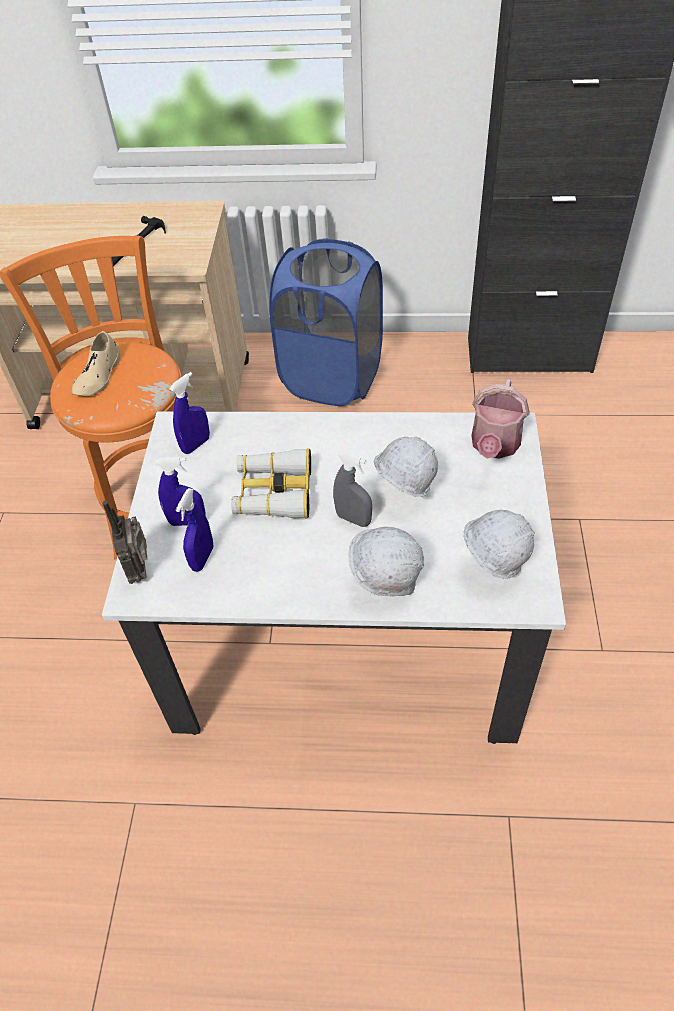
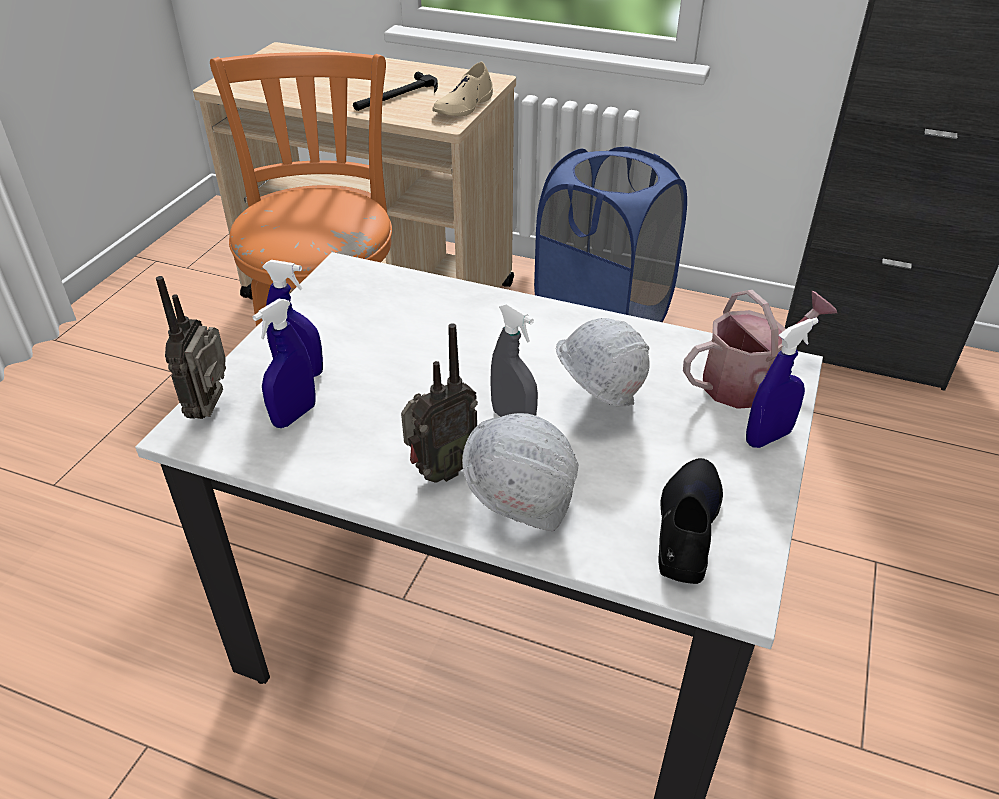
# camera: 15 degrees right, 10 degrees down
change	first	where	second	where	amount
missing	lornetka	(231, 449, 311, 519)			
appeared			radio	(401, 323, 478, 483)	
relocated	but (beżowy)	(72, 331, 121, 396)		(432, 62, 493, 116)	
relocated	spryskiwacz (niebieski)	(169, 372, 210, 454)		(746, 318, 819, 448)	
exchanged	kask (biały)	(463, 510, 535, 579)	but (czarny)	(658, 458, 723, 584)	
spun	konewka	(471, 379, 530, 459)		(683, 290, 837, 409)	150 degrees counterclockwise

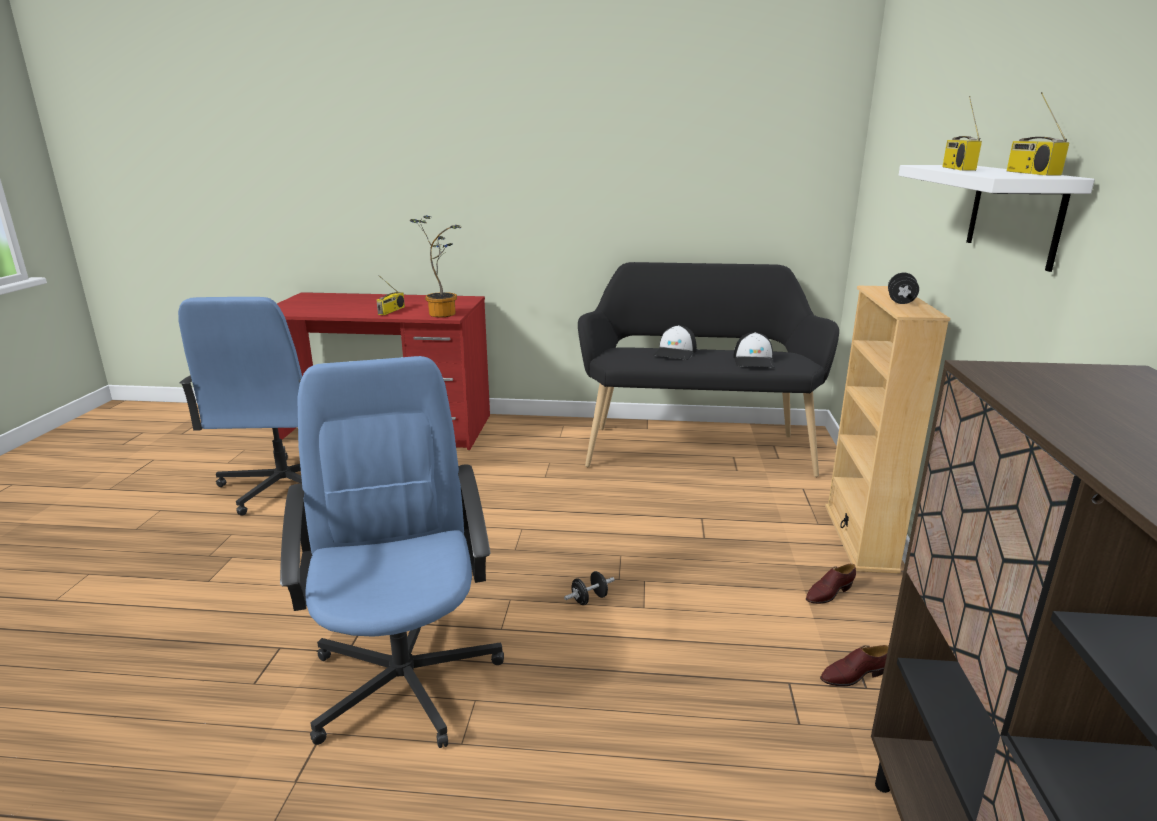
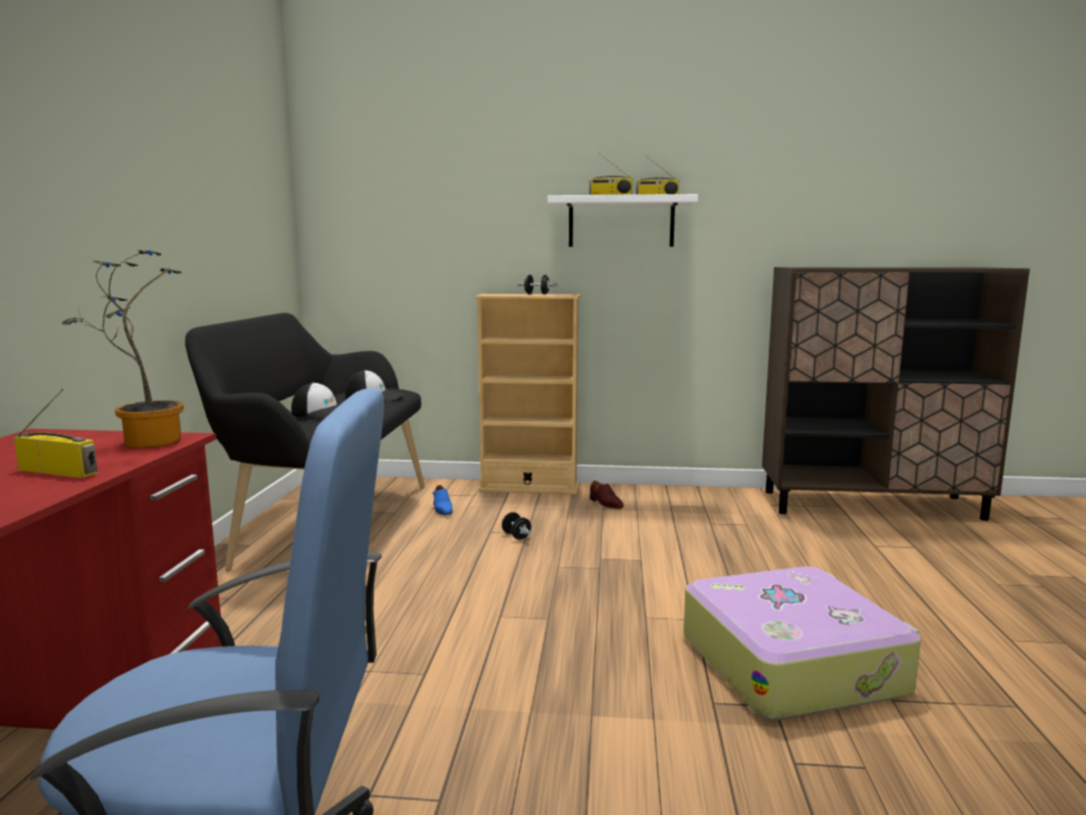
# camera: 90 degrees left, 10 degrees down
change	first	where	second	where	amount
missing	but (brązowy)	(820, 645, 889, 686)			
appeared			but (niebieski)	(433, 485, 453, 515)	
relocated	hantel (czarny)	(564, 571, 615, 605)		(502, 512, 531, 540)	
exchanged	krzesło biurowe (niebieski)	(280, 356, 504, 748)	walizka	(684, 566, 921, 720)	

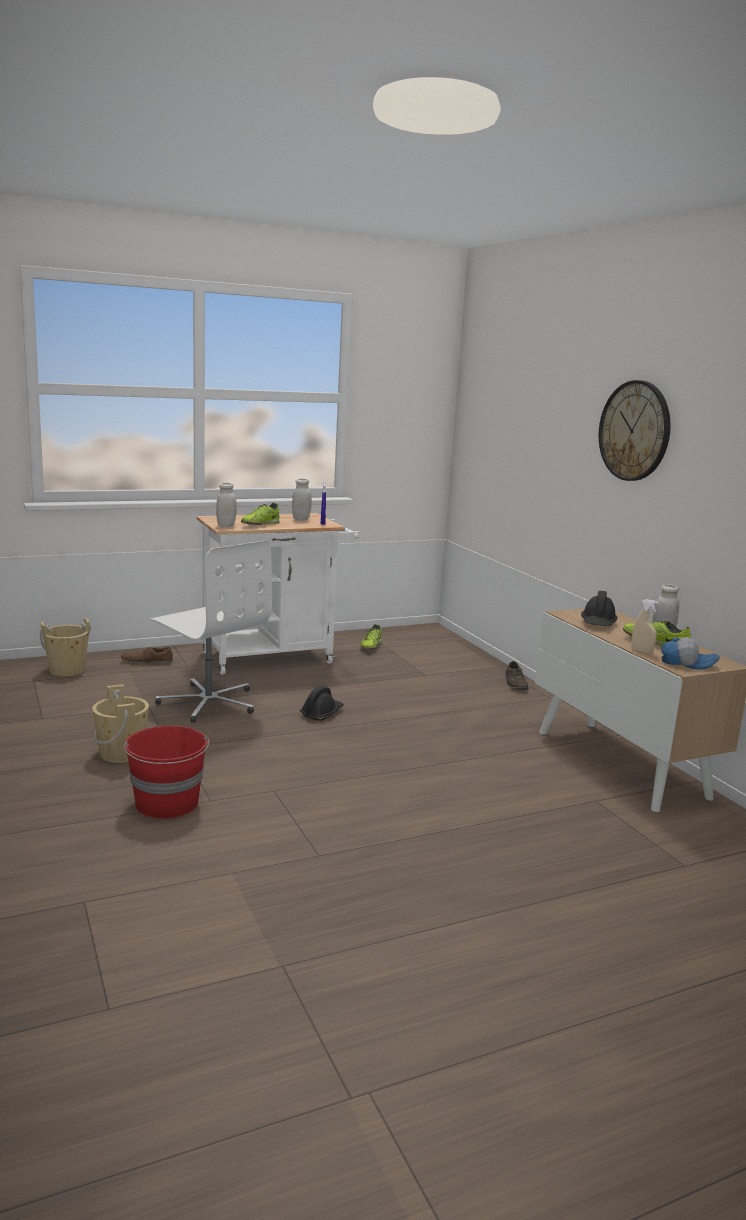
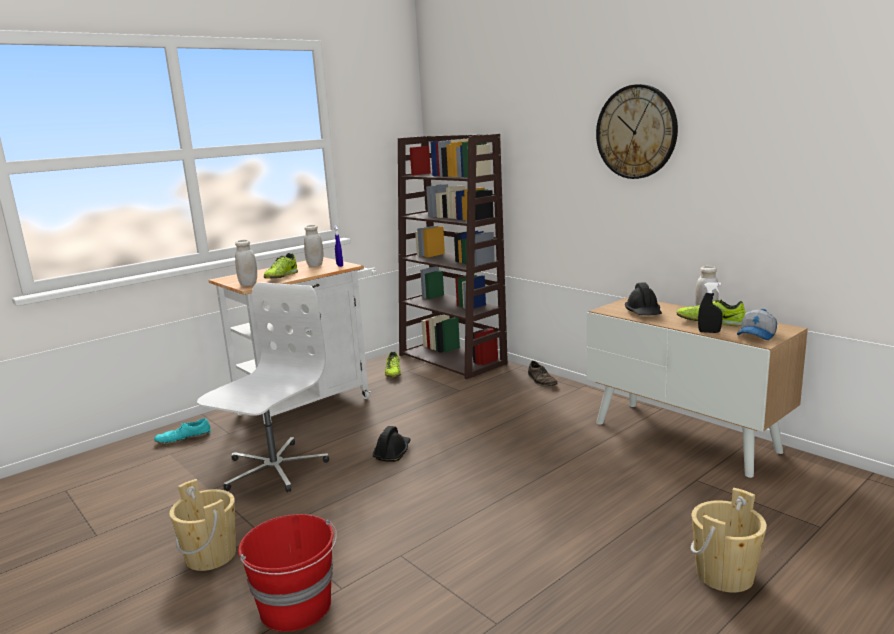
# camera: 15 degrees left, 0 degrees up
change	first	where	second	where	amount
appeared			regał (brązowy)	(398, 134, 508, 379)	
relocated	wiadro (beżowy)	(40, 618, 91, 676)		(691, 488, 767, 593)	
colour	but (brązowy)	(121, 646, 173, 664)	but (turkusowy)	(154, 418, 211, 444)	
colour	spryskiwacz (beżowy)	(632, 599, 659, 654)	spryskiwacz (czarny)	(698, 282, 723, 333)	
spun	krzesło biurowe (biały)	(150, 540, 272, 723)		(197, 282, 329, 492)	90 degrees counterclockwise
spun	czapka z daszkiem	(661, 637, 720, 670)		(737, 309, 777, 340)	135 degrees clockwise

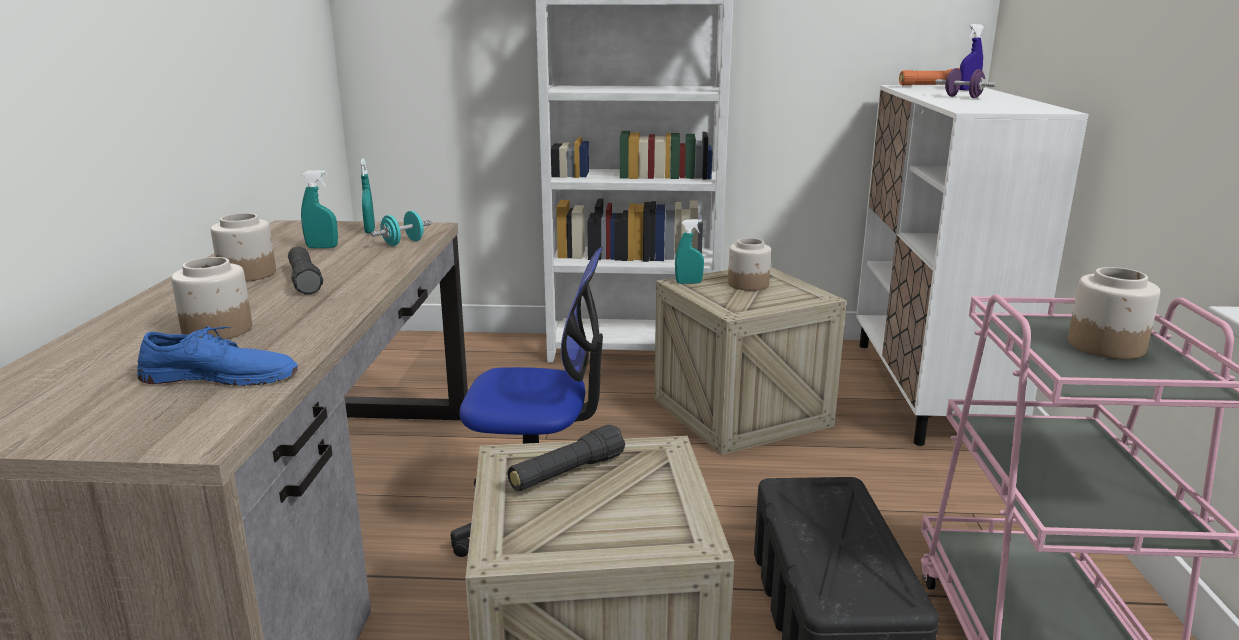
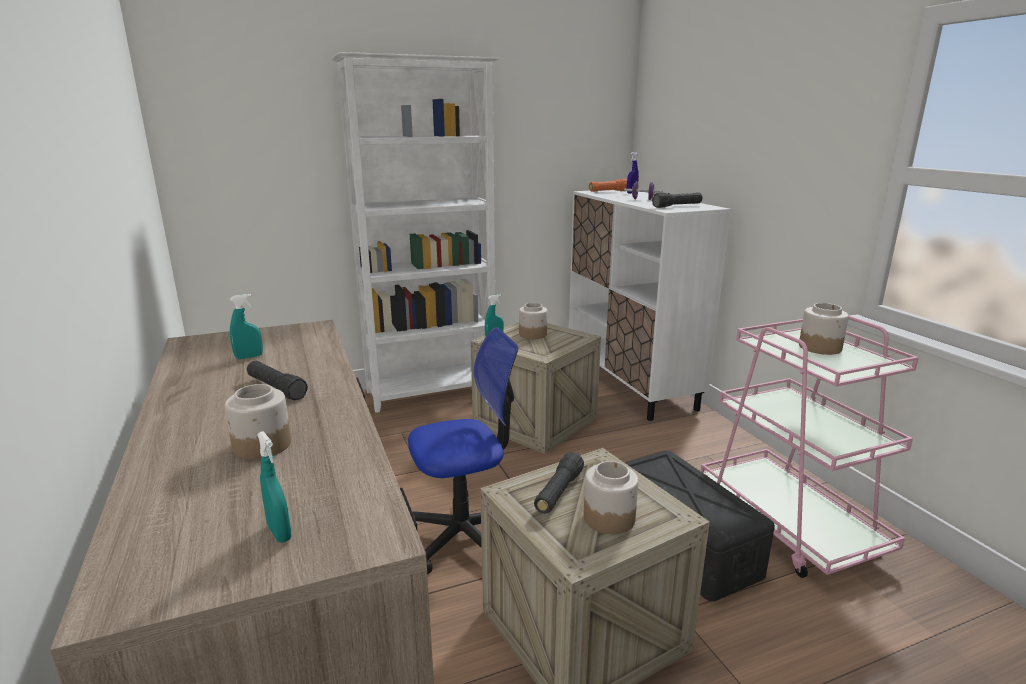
# camera: 25 degrees left, 0 degrees up
change	first	where	second	where	amount
missing	but (niebieski)	(137, 326, 298, 386)			
missing	hantel (turkusowy)	(371, 211, 431, 246)			
appeared			latarka (czarny)	(652, 192, 703, 208)	
relocated	słoik	(211, 213, 276, 282)		(584, 461, 639, 534)	
relocated	spryskiwacz (turkusowy)	(360, 158, 375, 234)		(257, 431, 292, 543)	

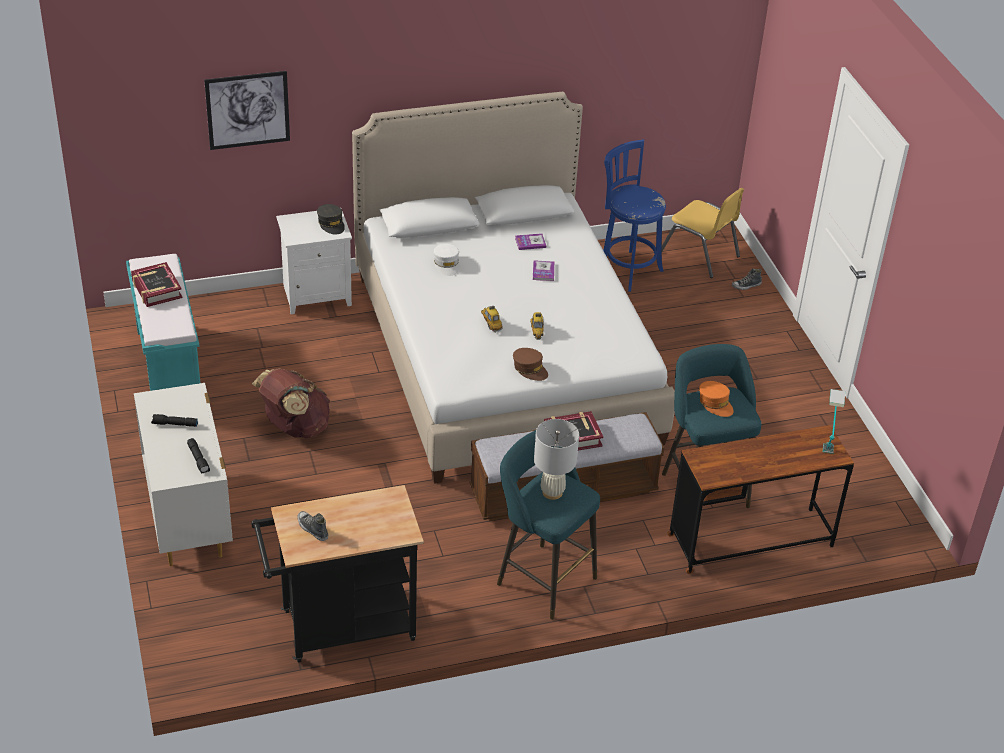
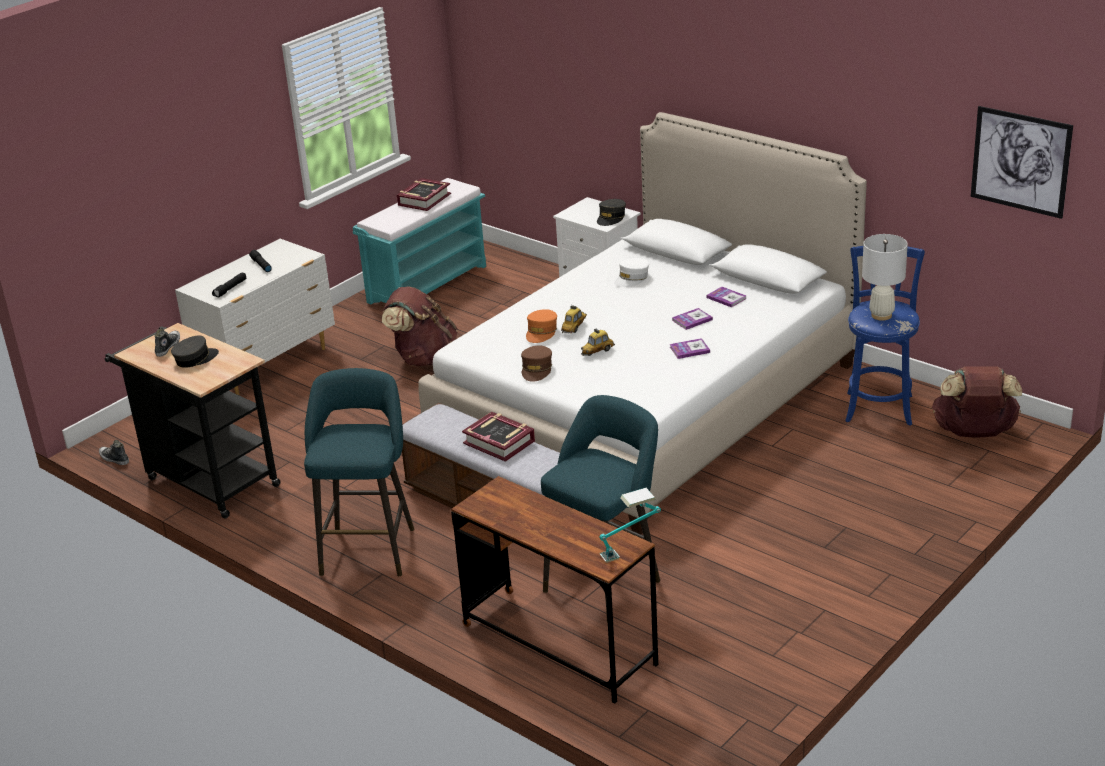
# camera: 60 degrees right, 10 degrees down
change	first	where	second	where	amount
appeared			czapka z daszkiem (szary)	(171, 336, 219, 368)	
appeared			książka	(670, 338, 710, 359)	
relocated	obraz	(204, 71, 290, 150)		(971, 106, 1073, 219)	
relocated	lampa stołowa (biały)	(534, 419, 579, 500)		(862, 234, 908, 321)	
relocated	czapka z daszkiem (pomarańczowy)	(699, 381, 734, 417)		(526, 309, 557, 343)	
relocated	but	(732, 268, 762, 290)		(99, 440, 129, 465)	
exchanged	krzesło (żółty)	(661, 188, 744, 278)	plecak (brązowy)	(932, 366, 1022, 438)	

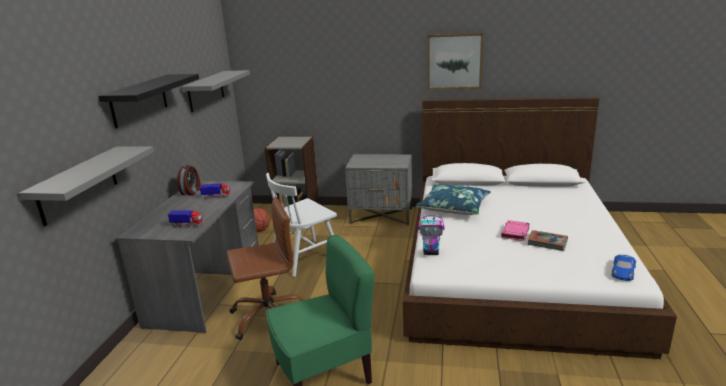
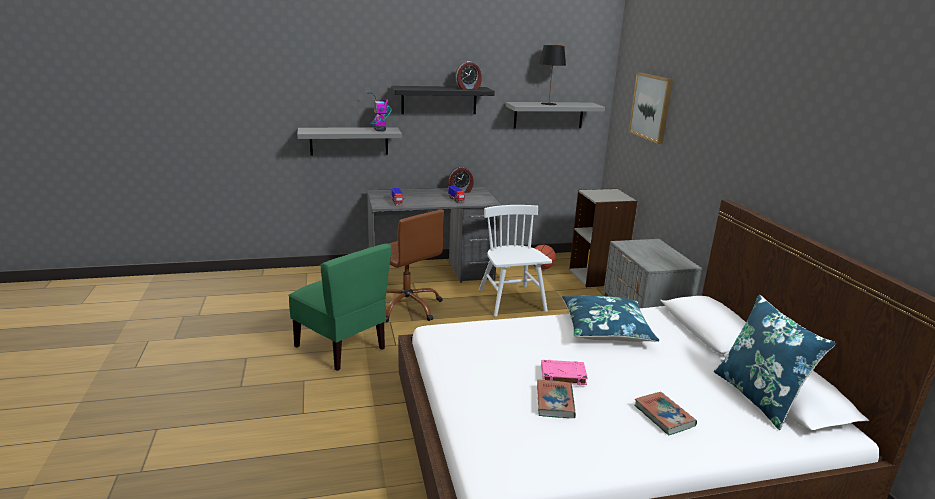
# camera: 65 degrees right, 0 degrees up
change	first	where	second	where	amount
missing	samochodzik (niebieski)	(611, 255, 636, 281)			
appeared			budzik	(455, 61, 482, 89)	
appeared			lampa stołowa (czarny)	(539, 45, 566, 105)	
appeared			książka	(634, 392, 697, 435)	
appeared			poduszka (niebieski)	(714, 295, 836, 430)	
relocated	robot zabawkowy	(418, 215, 445, 255)		(367, 91, 392, 131)	
relocated	obraz	(428, 33, 483, 90)		(629, 72, 673, 144)	
spun	krzesło (biały)	(266, 173, 337, 277)		(479, 205, 552, 317)	45 degrees clockwise

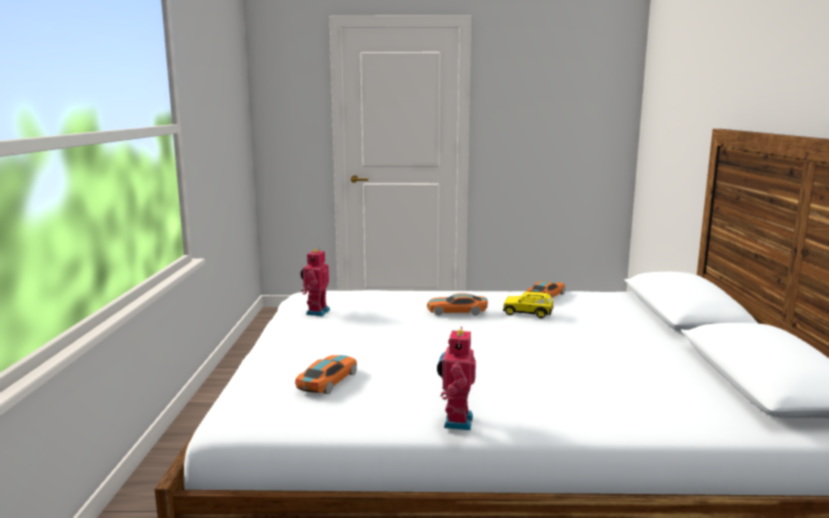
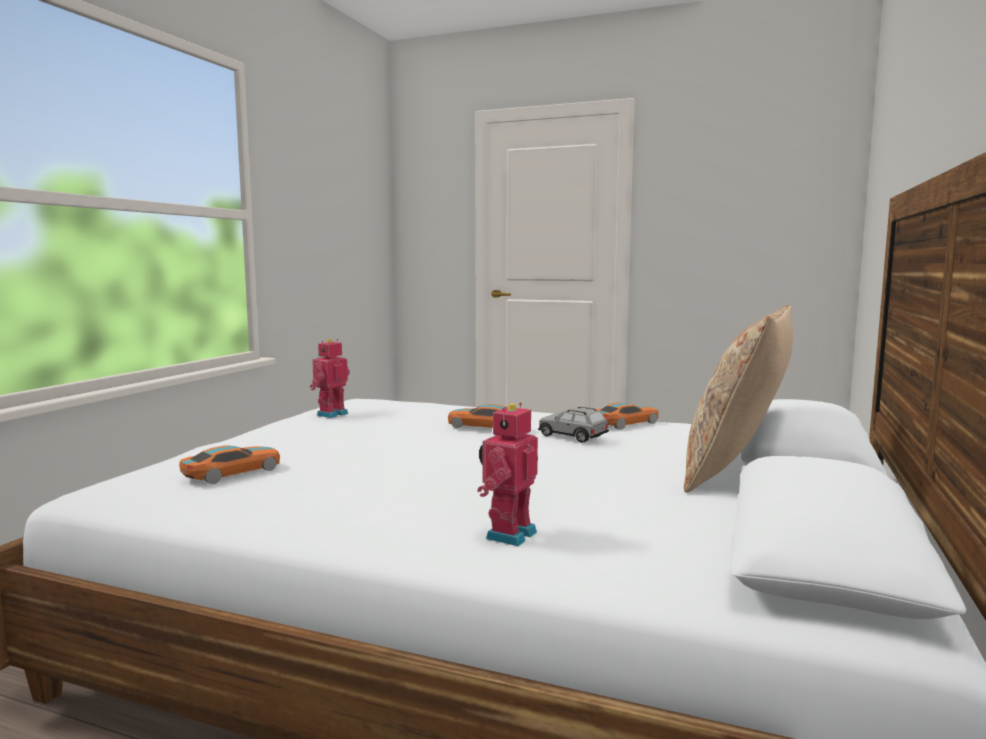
# camera: 20 degrees right, 5 degrees down
change	first	where	second	where	amount
appeared			poduszka (beżowy)	(684, 305, 793, 493)	
relocated	robot zabawkowy	(437, 327, 476, 430)		(477, 402, 538, 546)	
colour	samochodzik (żółty)	(503, 291, 554, 318)	samochodzik (szary)	(538, 407, 609, 443)	

